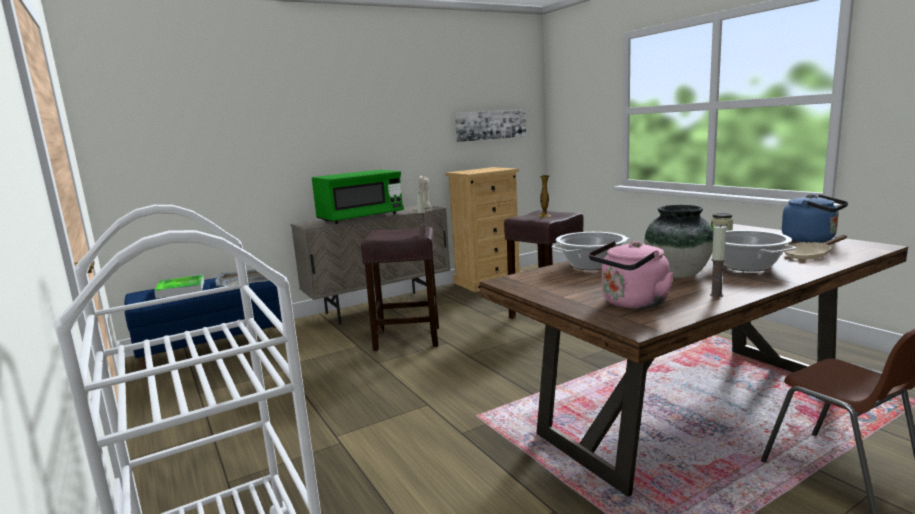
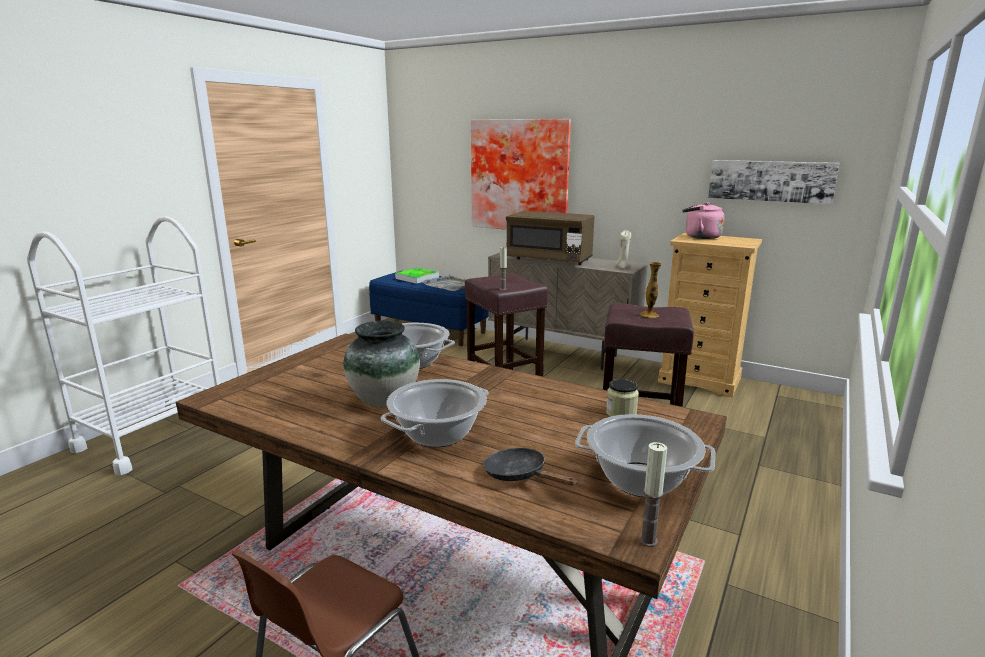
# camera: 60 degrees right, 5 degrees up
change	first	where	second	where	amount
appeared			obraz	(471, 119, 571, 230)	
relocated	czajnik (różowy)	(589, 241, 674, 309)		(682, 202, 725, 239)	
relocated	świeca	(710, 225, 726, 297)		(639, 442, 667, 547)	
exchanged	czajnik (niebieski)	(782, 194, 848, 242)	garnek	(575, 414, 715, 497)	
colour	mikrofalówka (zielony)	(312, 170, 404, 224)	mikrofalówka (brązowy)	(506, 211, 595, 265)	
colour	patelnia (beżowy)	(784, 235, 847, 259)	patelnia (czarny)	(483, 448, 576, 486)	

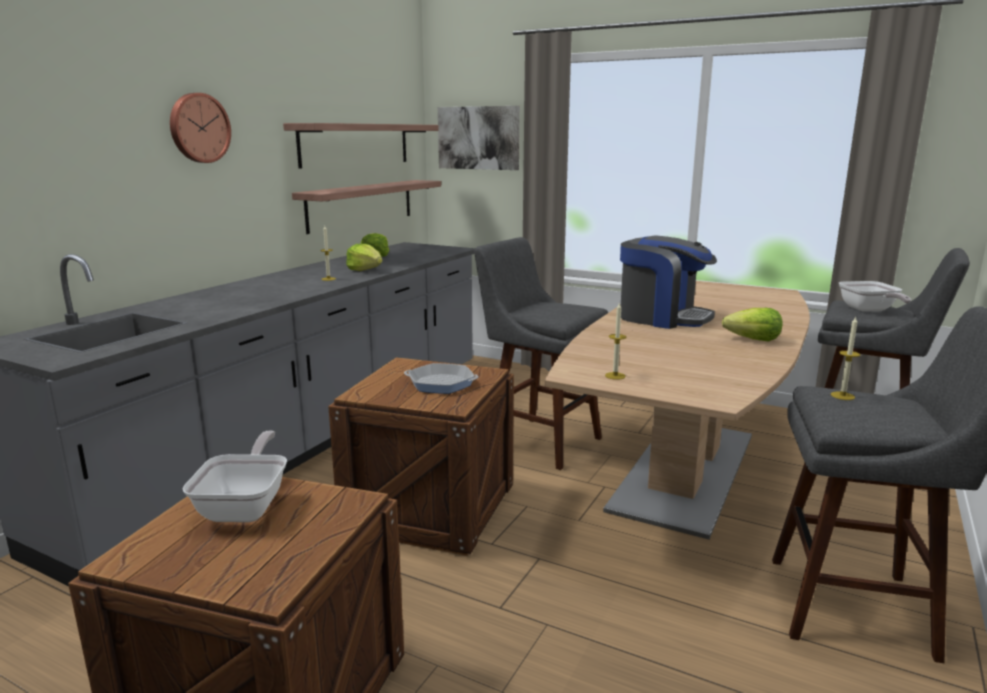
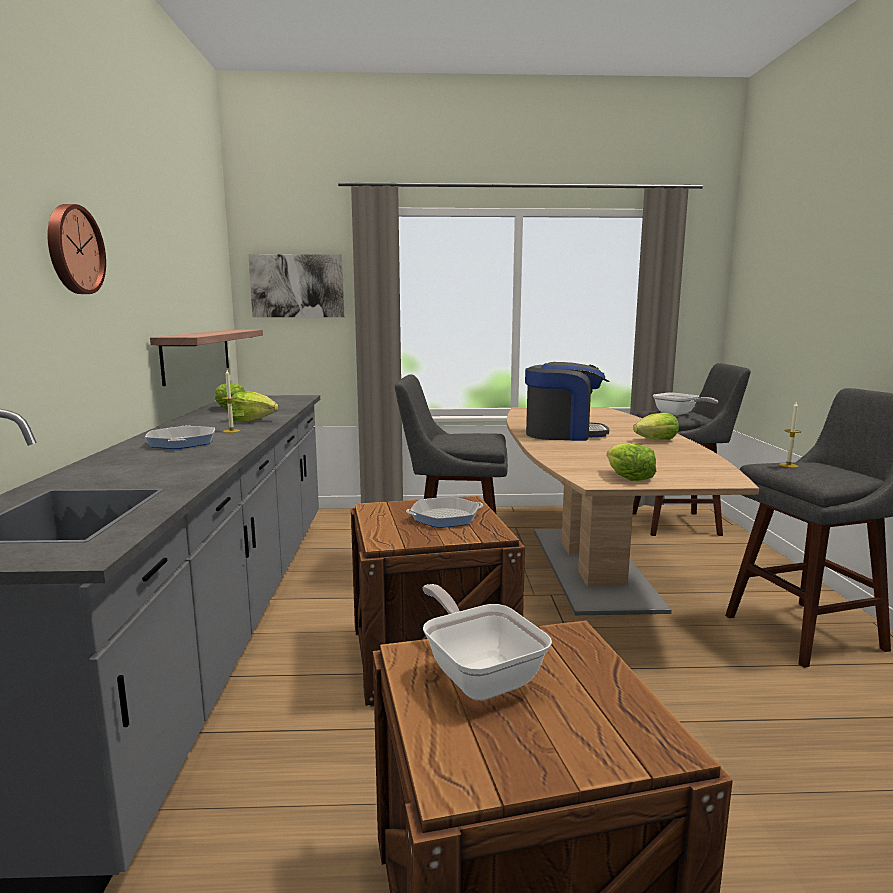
# camera: 30 degrees left, 5 degrees down
change	first	where	second	where	amount
missing	półka	(283, 123, 439, 169)			
appeared			patelnia	(145, 425, 215, 449)	
exchanged	świeca	(605, 302, 626, 380)	sałata	(607, 443, 656, 481)	

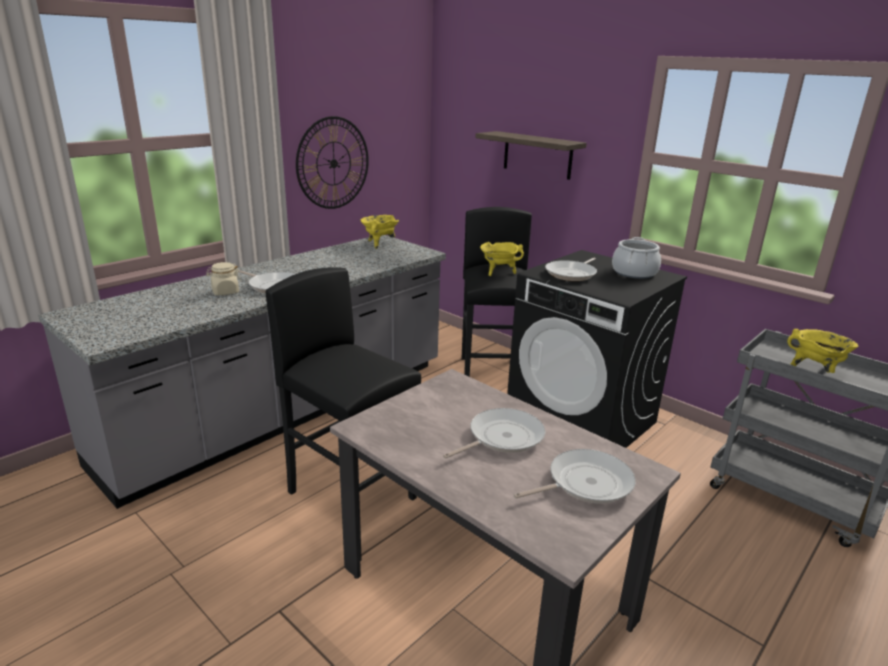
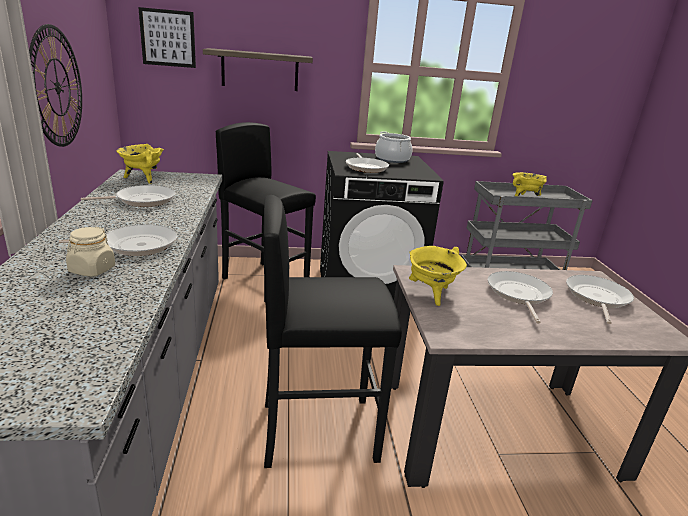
# camera: 50 degrees left, 0 degrees up
change	first	where	second	where	amount
appeared			patelnia	(81, 185, 176, 207)	
appeared			obraz	(138, 7, 196, 68)	
relocated	garnek (żółty)	(480, 242, 524, 276)		(409, 246, 467, 306)	

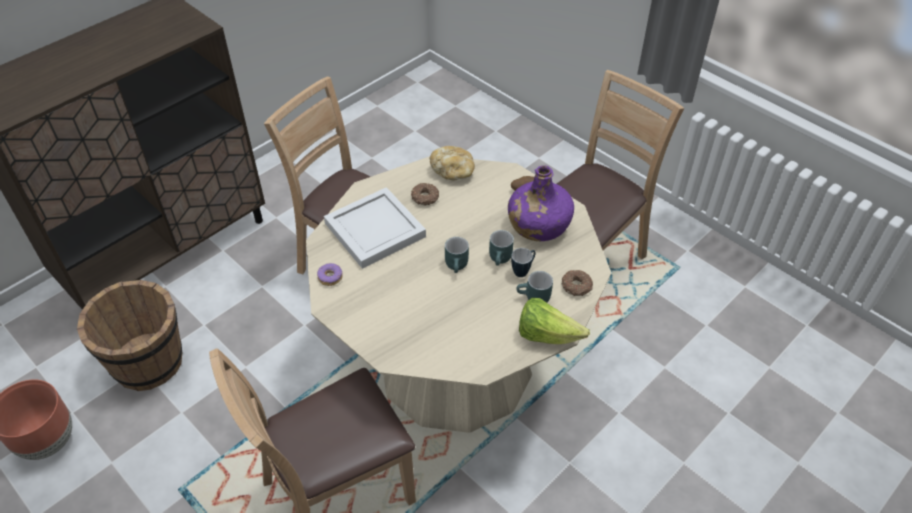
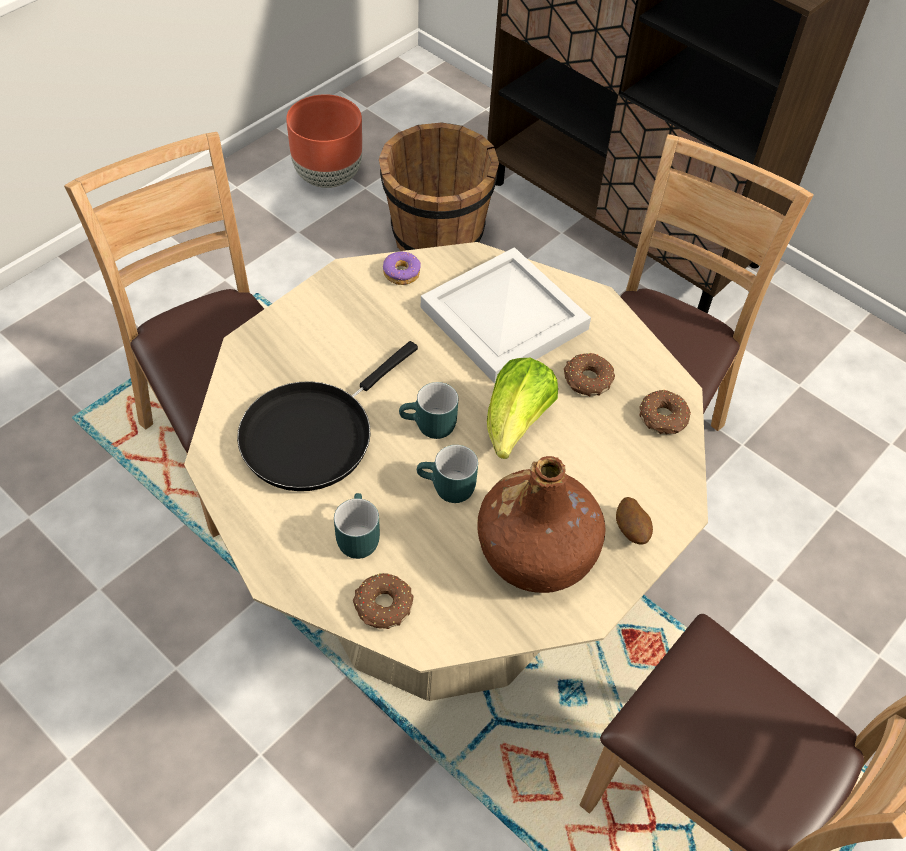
# camera: 85 degrees right, 5 degrees up
change	first	where	second	where	amount
missing	kubek	(511, 248, 536, 277)			
appeared			patelnia (czarny)	(237, 341, 418, 491)	
relocated	sałata	(519, 298, 590, 344)		(487, 358, 558, 459)	
exchanged	chleb	(430, 146, 475, 181)	donut	(639, 389, 691, 435)	
colour	butelka (fioletowy)	(508, 166, 574, 241)	butelka (brązowy)	(477, 456, 605, 593)	

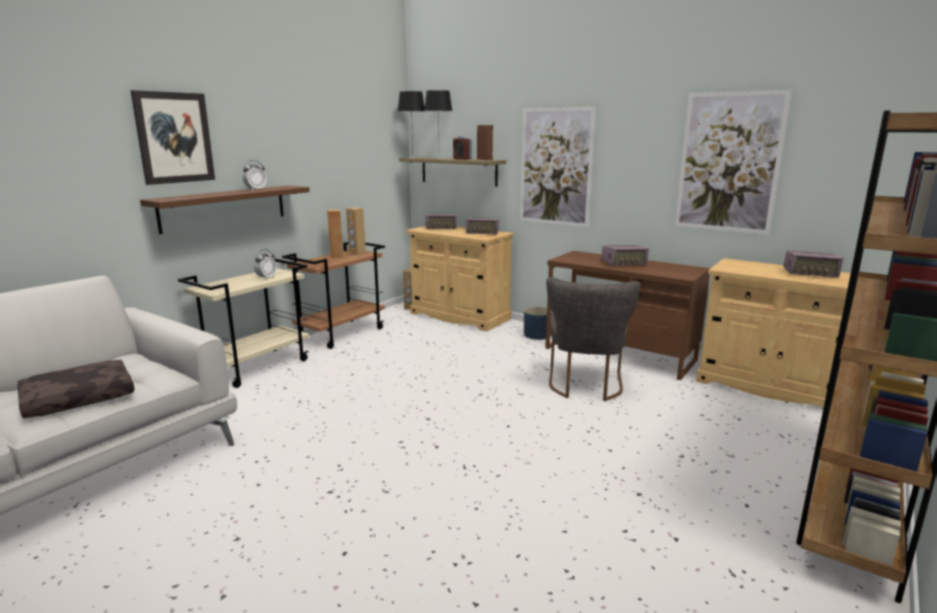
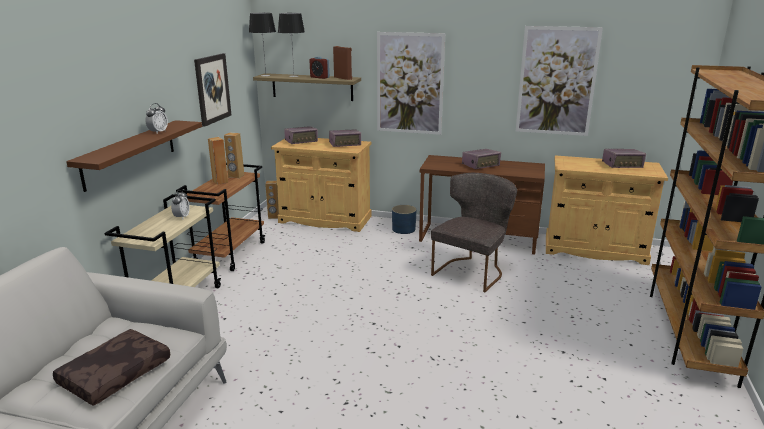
# camera: 20 degrees left, 5 degrees up
change	first	where	second	where	amount
relocated	obraz	(130, 90, 215, 185)		(194, 53, 231, 127)	
spun	krzesło (szary)	(546, 277, 641, 401)		(431, 173, 517, 292)	135 degrees counterclockwise

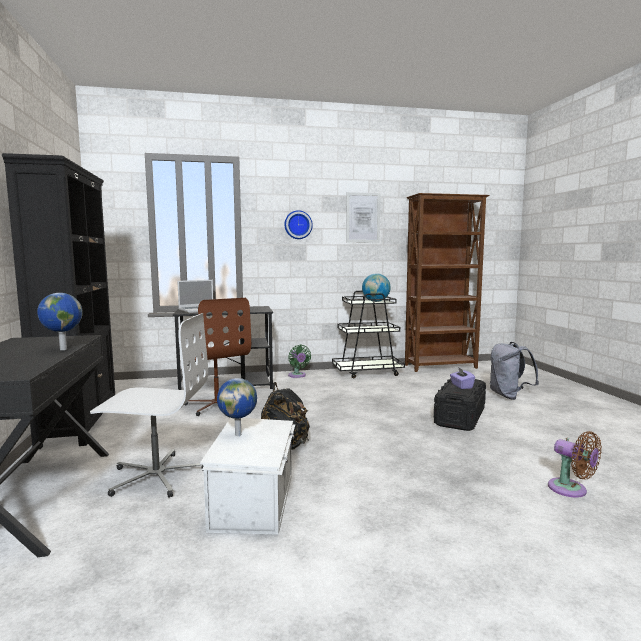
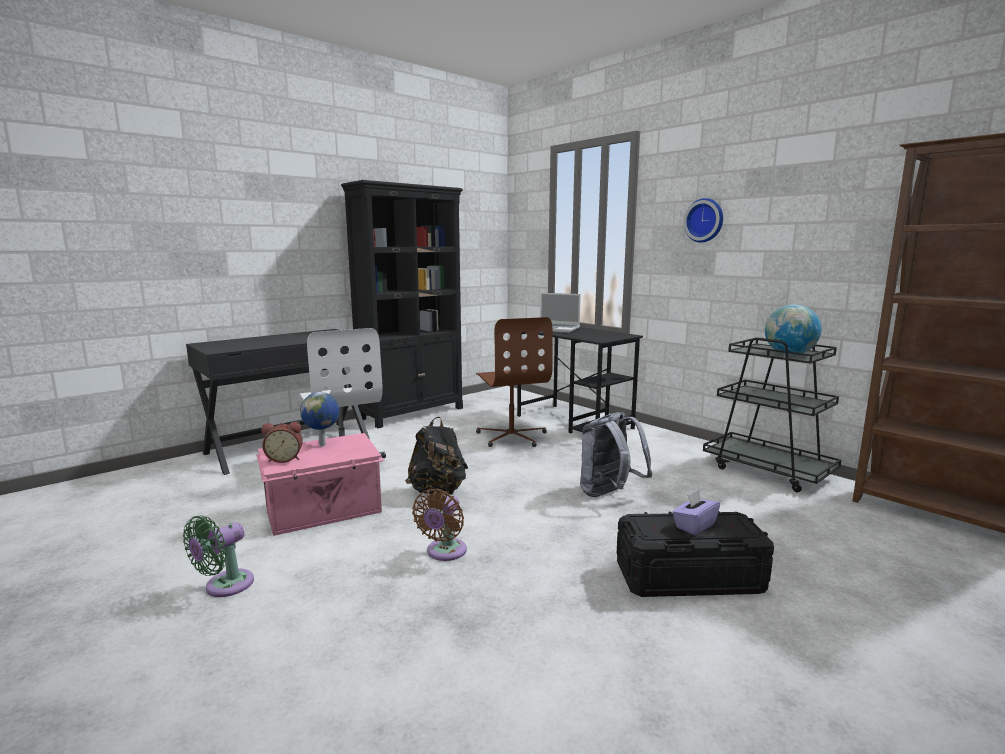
# camera: 60 degrees right, 5 degrees up
change	first	where	second	where	amount
missing	globus	(37, 293, 83, 350)			
missing	obraz	(346, 192, 381, 243)			
appeared			budzik	(262, 422, 303, 463)	
relocated	wentylator (zielony)	(288, 345, 311, 378)		(183, 515, 254, 597)	
relocated	plecak (szary)	(490, 342, 539, 400)		(580, 412, 653, 497)	
relocated	wentylator (brązowy)	(548, 431, 602, 498)		(412, 489, 467, 561)	
colour	pojemnik do przechowywania (biały)	(200, 418, 295, 535)	pojemnik do przechowywania (różowy)	(256, 433, 384, 536)	
spun	krzesło biurowe (brązowy)	(184, 298, 251, 416)		(476, 317, 553, 447)	45 degrees counterclockwise

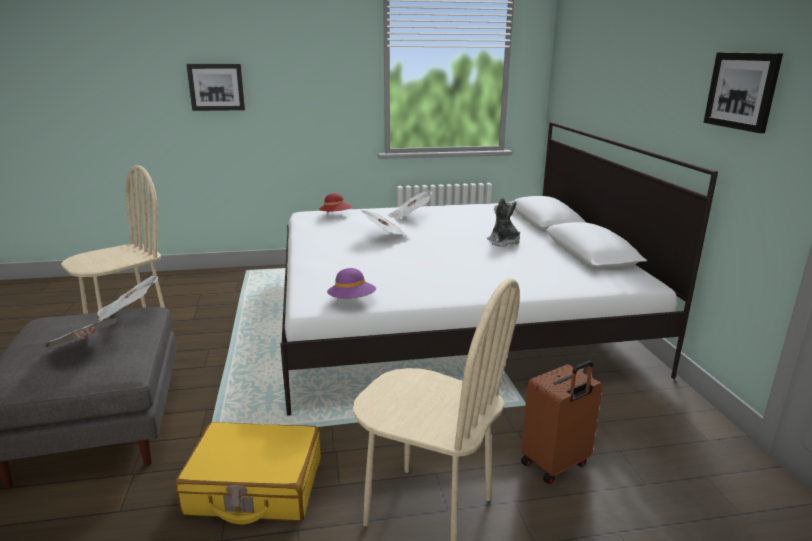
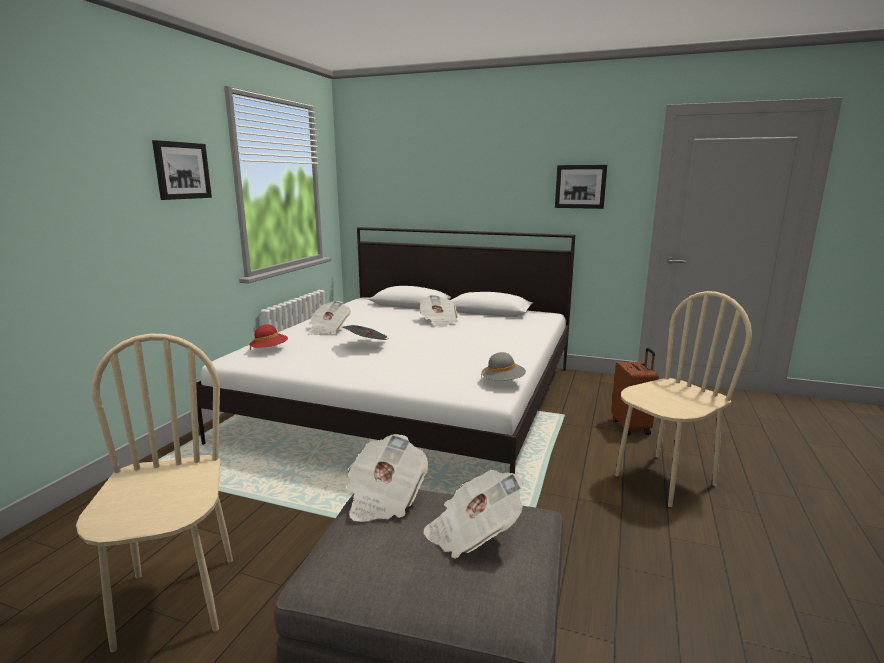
# camera: 60 degrees left, 5 degrees down
change	first	where	second	where	amount
missing	walizka (żółty)	(175, 422, 321, 524)			
relocated	obraz	(186, 64, 245, 111)		(152, 140, 212, 200)	
exchanged	pluszak	(487, 197, 520, 247)	gazeta	(419, 295, 458, 328)	
colour	kapelusz (fioletowy)	(327, 268, 376, 299)	kapelusz (szary)	(481, 352, 526, 381)	

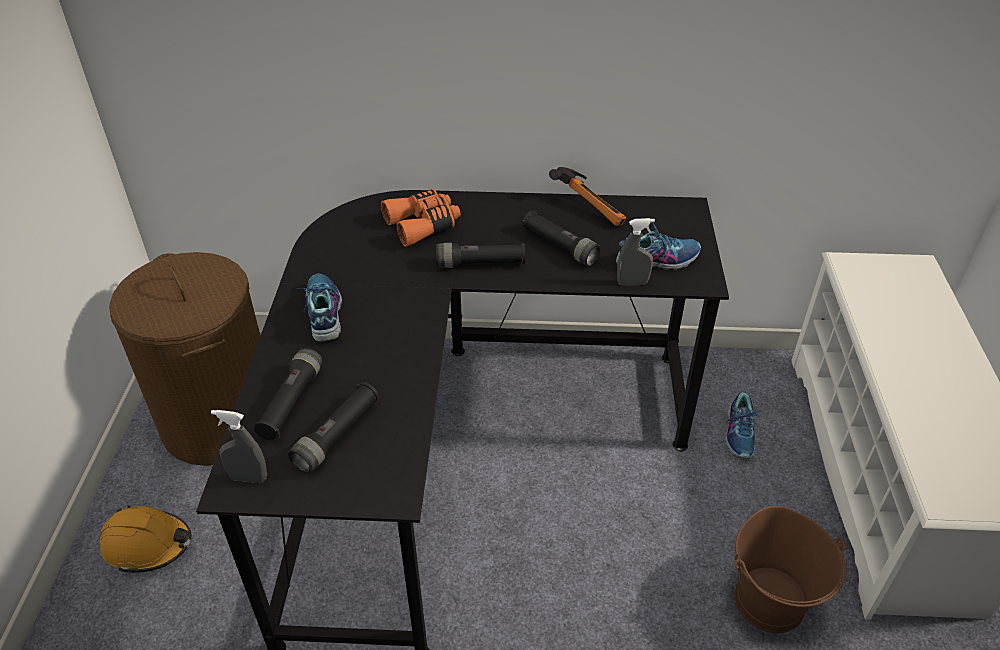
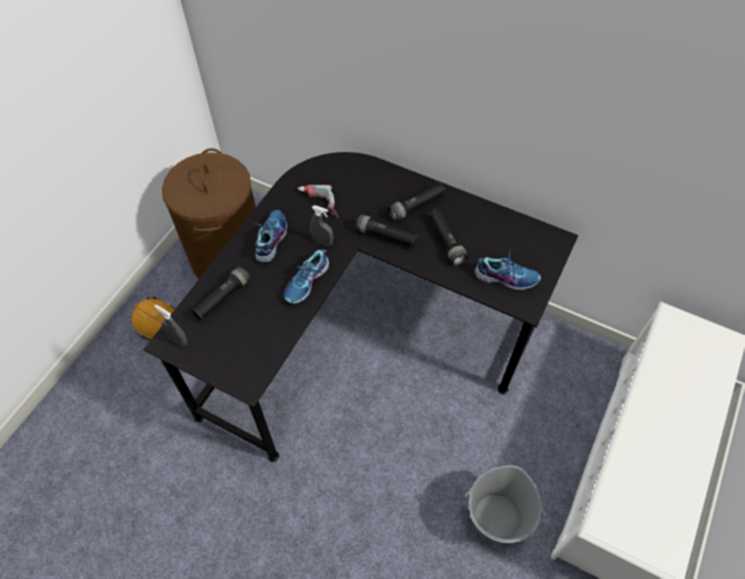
# camera: 25 degrees right, 15 degrees up
change	first	where	second	where	amount
missing	lornetka (pomarańczowy)	(381, 189, 461, 247)			
missing	młotek	(549, 167, 626, 226)			
appeared			wiertarka	(298, 185, 338, 218)	
relocated	latarka (czarny)	(288, 382, 379, 473)		(388, 182, 445, 221)	
relocated	spryskiwacz (szary)	(617, 218, 655, 286)		(310, 206, 333, 246)	
relocated	but	(725, 391, 761, 458)		(284, 249, 329, 303)	
colour	wiadro (brązowy)	(734, 506, 847, 634)	wiadro (szary)	(465, 465, 546, 543)	

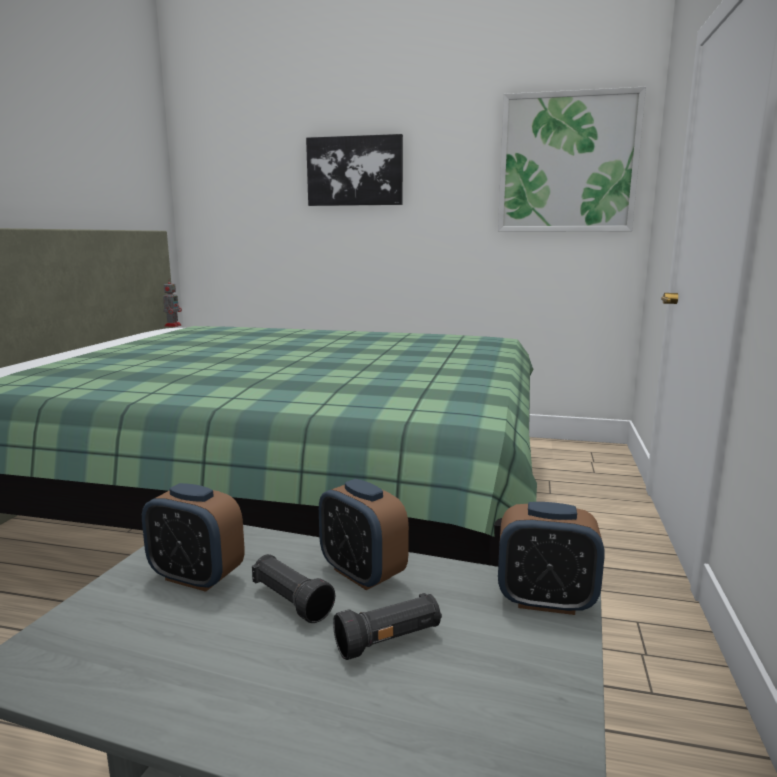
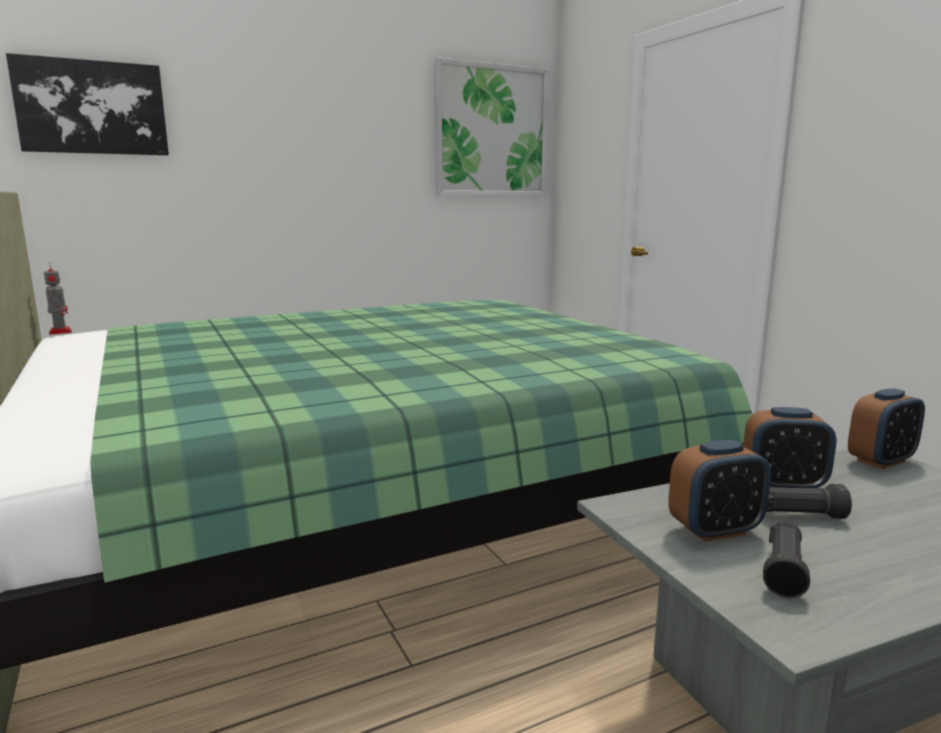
# camera: 40 degrees left, 0 degrees up
change	first	where	second	where	amount
relocated	obraz	(306, 134, 403, 206)		(6, 53, 169, 155)	
relocated	latarka (czarny)	(333, 593, 442, 660)		(763, 522, 810, 598)	

